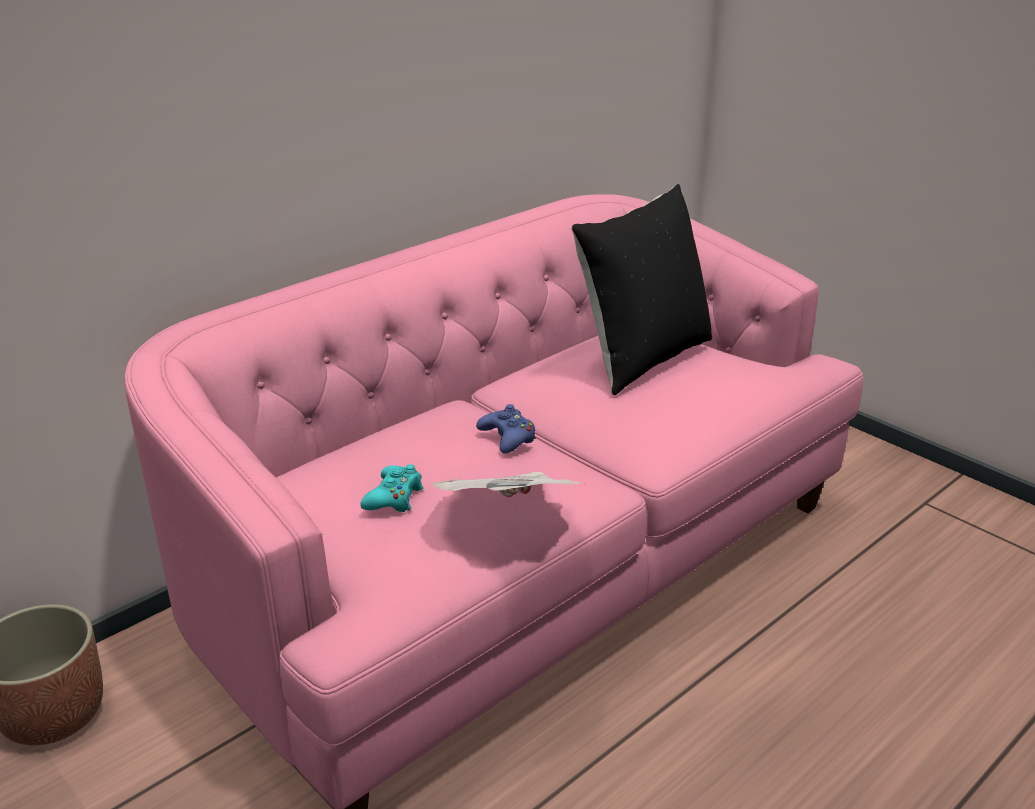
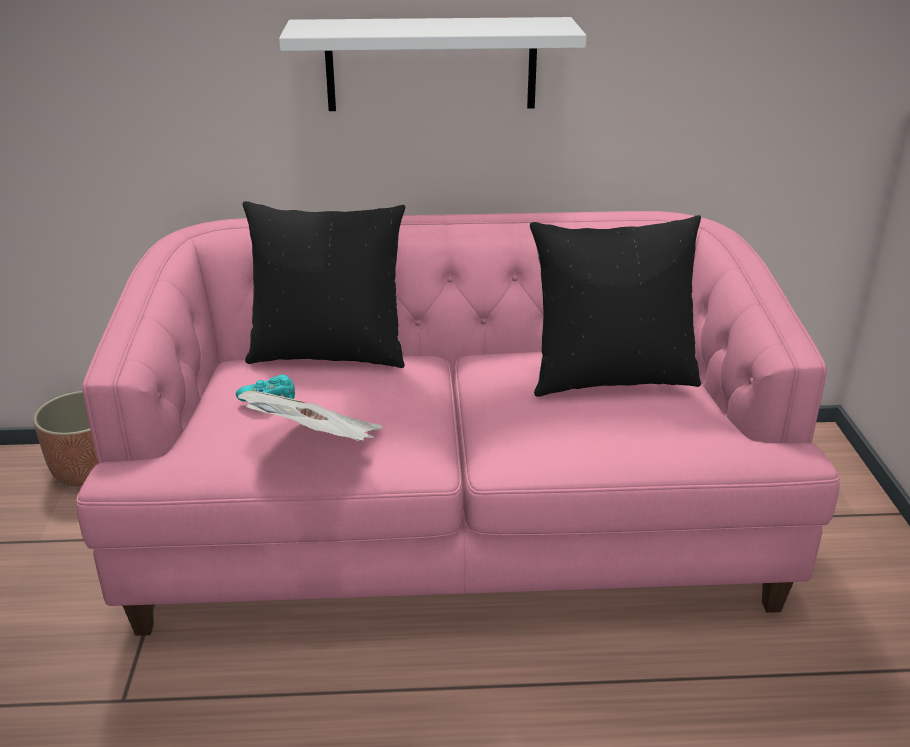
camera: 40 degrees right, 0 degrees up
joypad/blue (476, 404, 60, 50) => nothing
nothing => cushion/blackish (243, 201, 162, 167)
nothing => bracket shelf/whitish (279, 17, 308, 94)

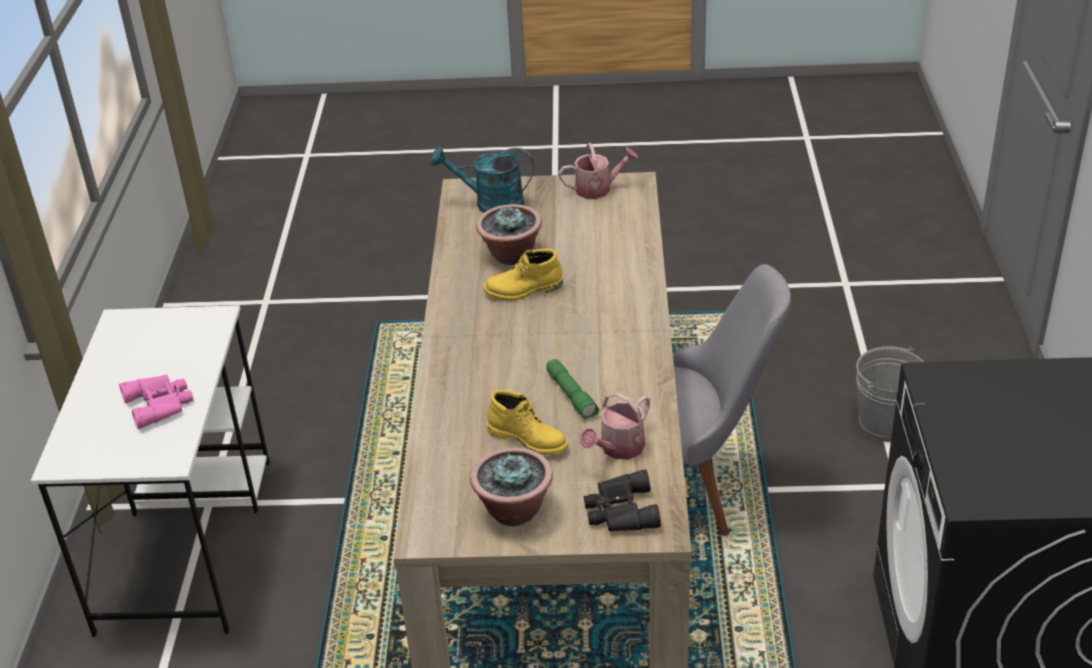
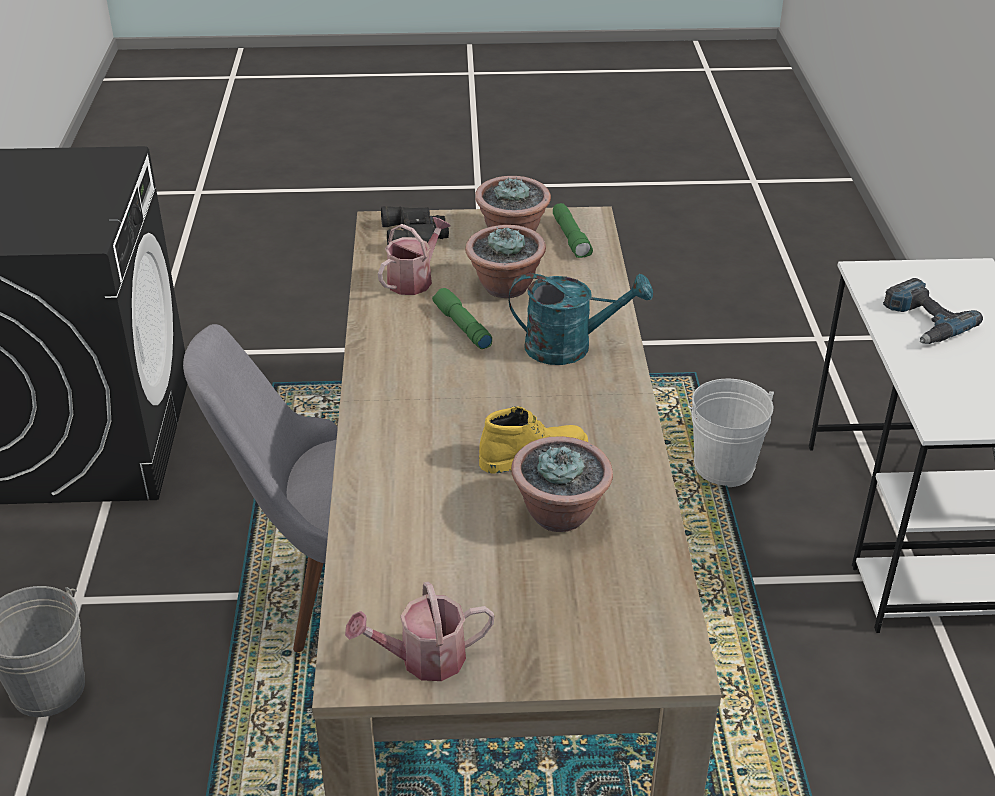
camera: 175 degrees right, 0 degrees up
nothing => torch/green (553, 203, 40, 55)
nothing => bucket/whitish (688, 379, 86, 108)
watering pot/turquoise (430, 147, 104, 66) => watering pot/turquoise (509, 273, 144, 92), shifted
binoculars/pinkish (119, 374, 74, 55) => drill (883, 278, 100, 66)
high-top boot/yellow-coloured (487, 390, 82, 65) => houseplant (465, 225, 81, 73)

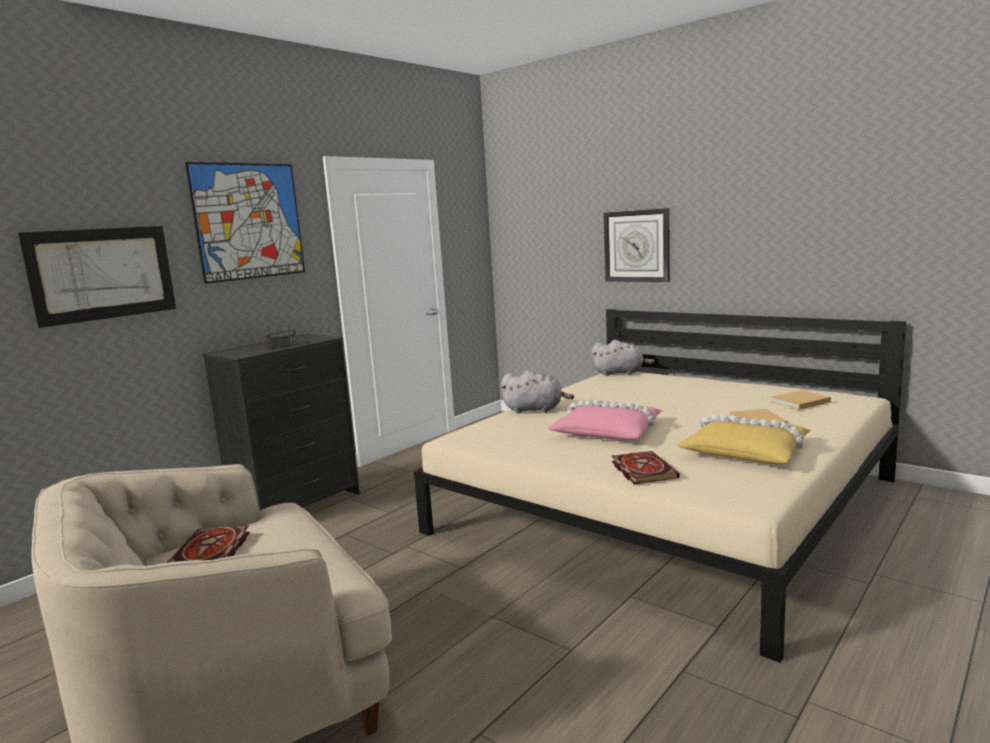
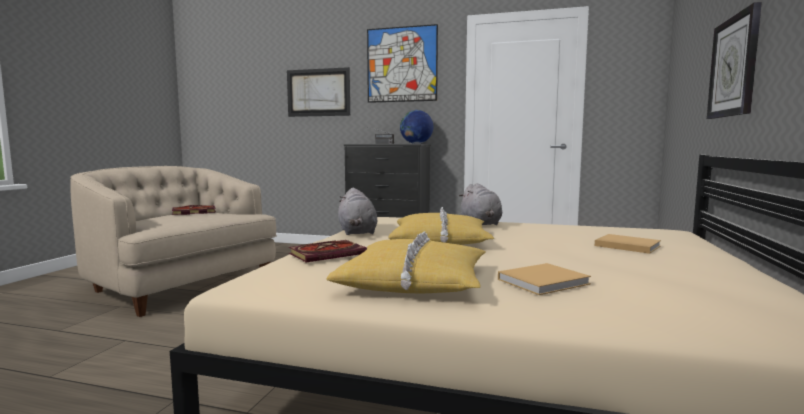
camera: 65 degrees right, 5 degrees down
nothing => world globe (400, 110, 33, 34)
cuddly toy/greyish (591, 340, 64, 36) => cuddly toy/greyish (338, 188, 39, 47), shifted
volume/beige (770, 390, 61, 20) => volume/beige (595, 234, 66, 20), shifted
cushion/pinkish (548, 400, 115, 40) => cushion/yellow-coloured (388, 207, 106, 38)

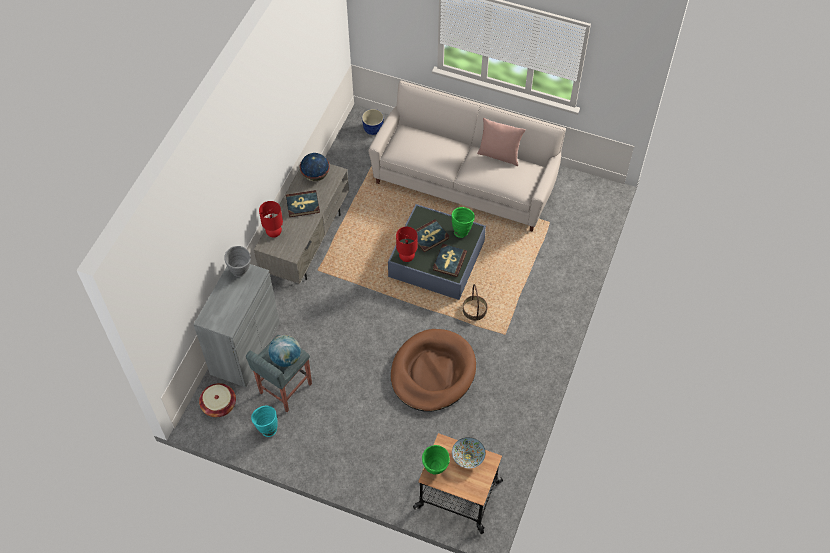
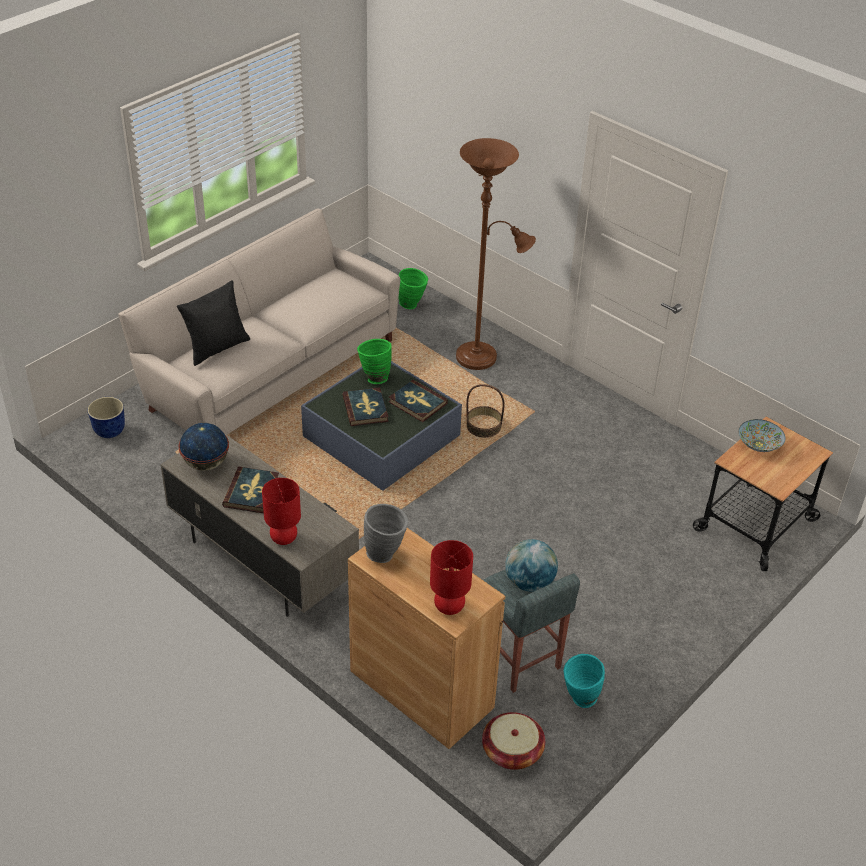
camera: 70 degrees left, 15 degrees down
dog bed/brown (391, 329, 85, 83) => nothing
cushion/pinkish (477, 118, 49, 48) => nothing
nothing => cushion/blackish (177, 280, 73, 86)
nothing => standard lamp/brown (456, 138, 80, 232)
lamp for a table/reddish (396, 227, 21, 35) => lamp for a table/reddish (430, 540, 43, 75), shifted
vase/green (422, 445, 28, 30) => vase/green (399, 268, 29, 41), shifted
cupboard/greyish (193, 264, 87, 123) => cupboard/brown (348, 528, 157, 221)

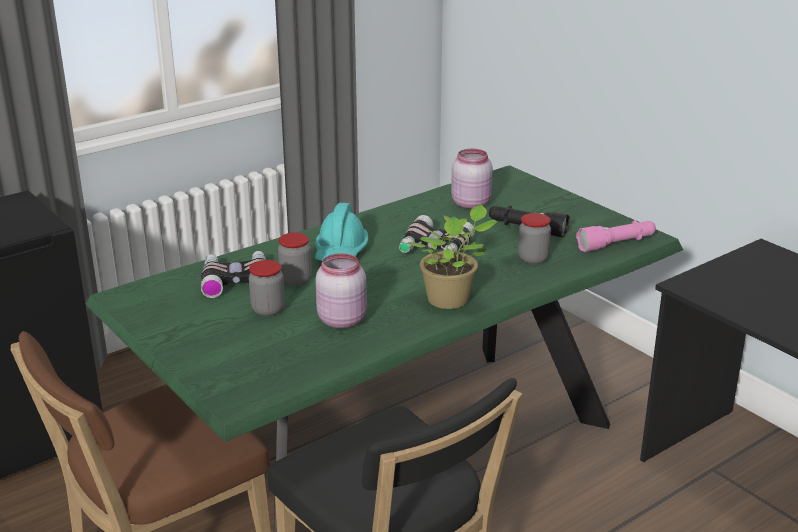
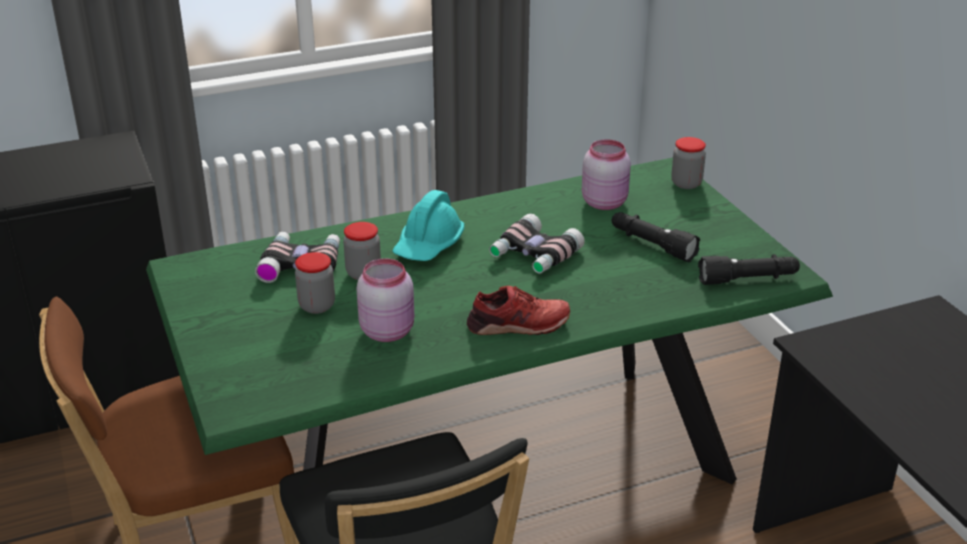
camera: 15 degrees right, 5 degrees up
storage jar (518, 213, 33, 51) => storage jar (671, 137, 35, 52), shifted
houseplant (406, 204, 91, 105) => low shoe/reddish (467, 286, 103, 49)
torch/pinkish (576, 220, 80, 32) => torch/blackish (698, 254, 102, 31)

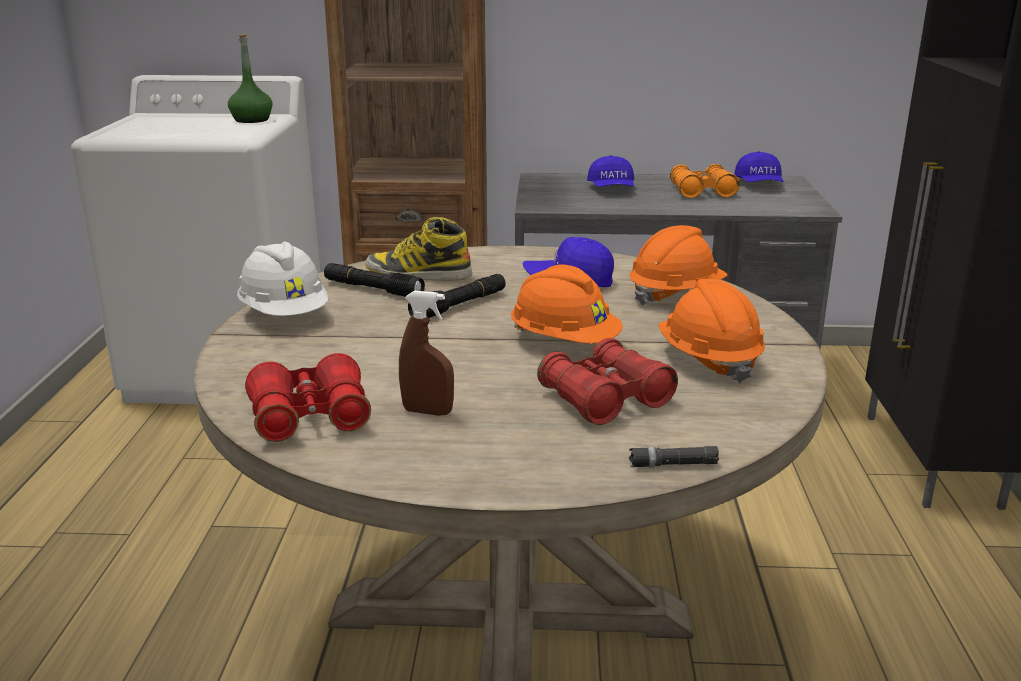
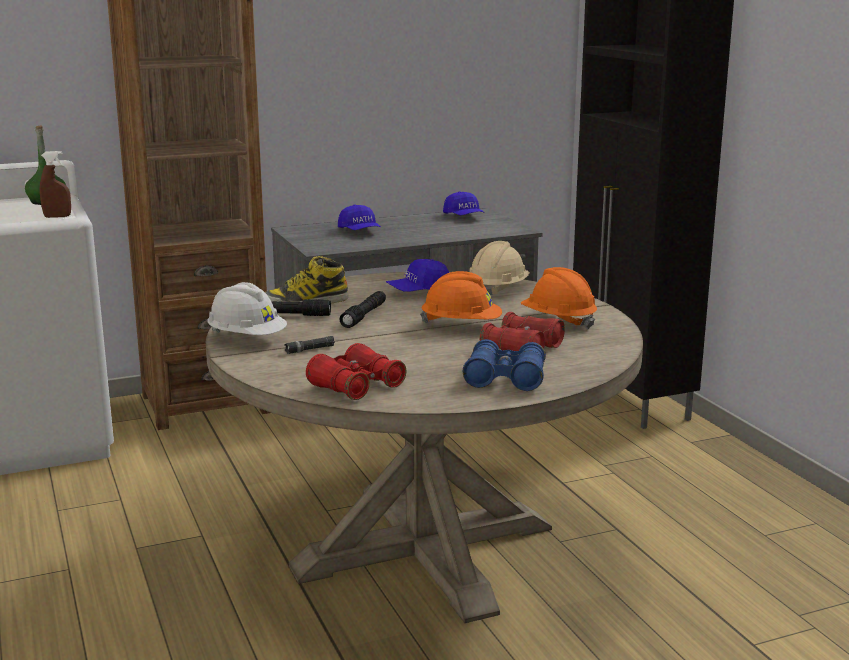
camera: 25 degrees left, 5 degrees down
binoculars/orange (670, 164, 70, 34) => nothing
nothing => binoculars/blue (463, 339, 83, 52)
hand sprayer/brown (399, 291, 55, 125) => hand sprayer/brown (40, 151, 31, 67), shifted
torch/blackish (629, 446, 90, 22) => torch/blackish (285, 336, 50, 18), shifted
work helmet/orange (630, 225, 97, 81) => work helmet/beige (469, 241, 61, 54)

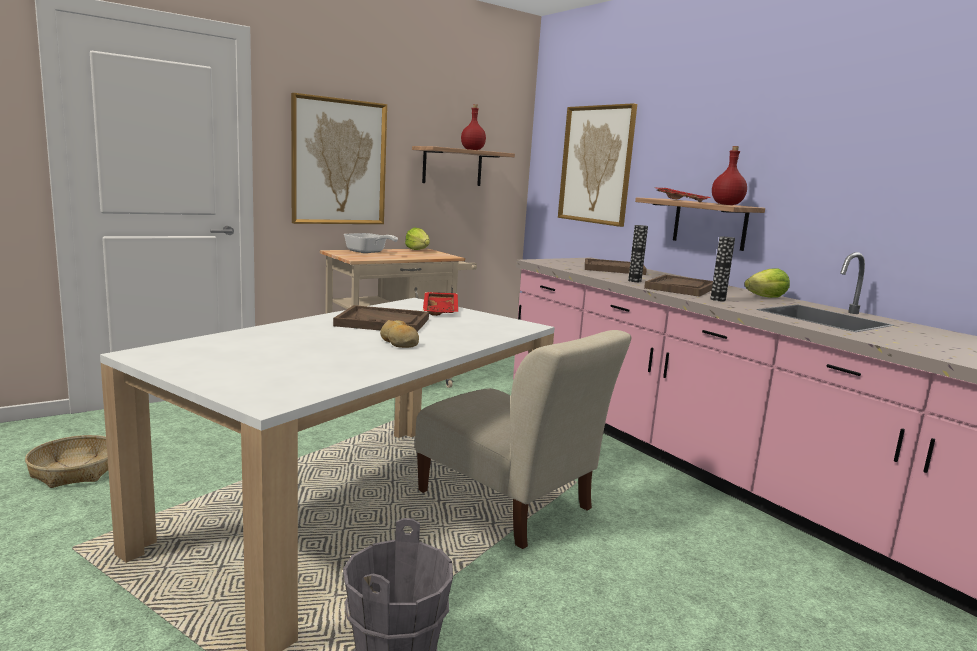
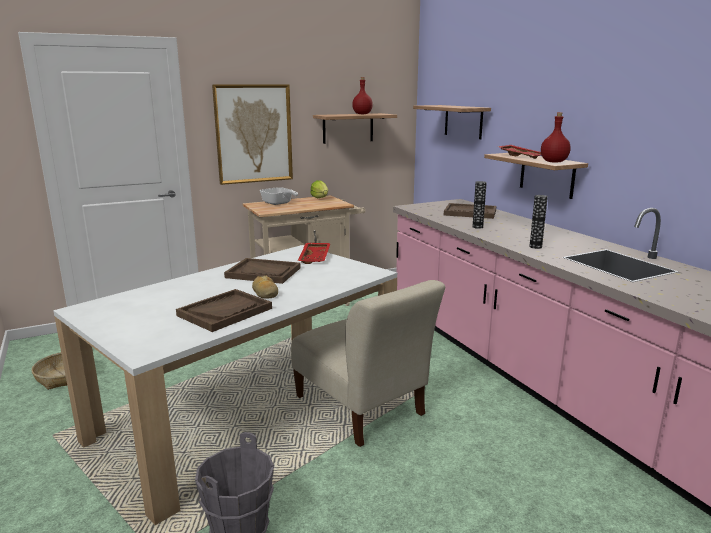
camera: 10 degrees right, 5 degrees up
head of lettuce (744, 268, 46, 30) => nothing
tray/brown (644, 275, 69, 22) => tray/brown (176, 289, 96, 43), shifted
wall picture (558, 103, 79, 124) => bracket shelf (413, 105, 78, 34)

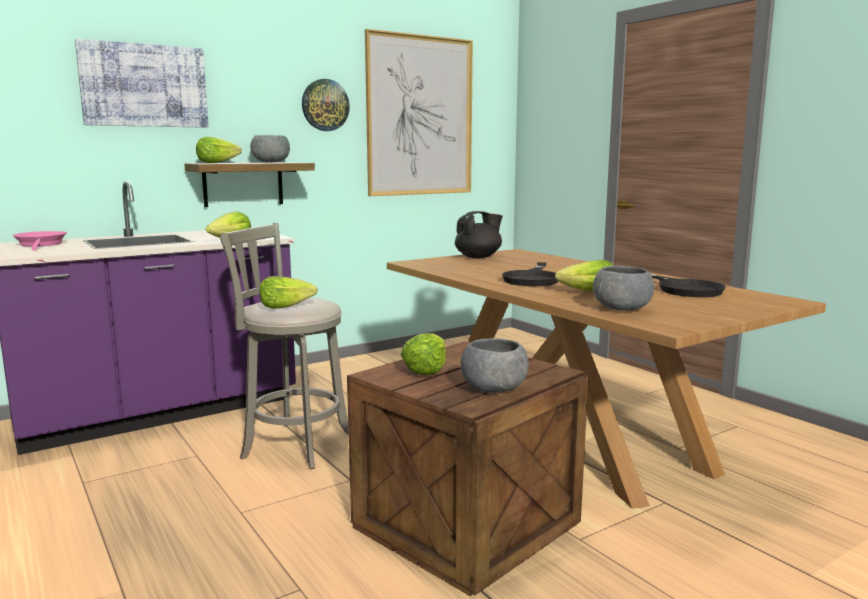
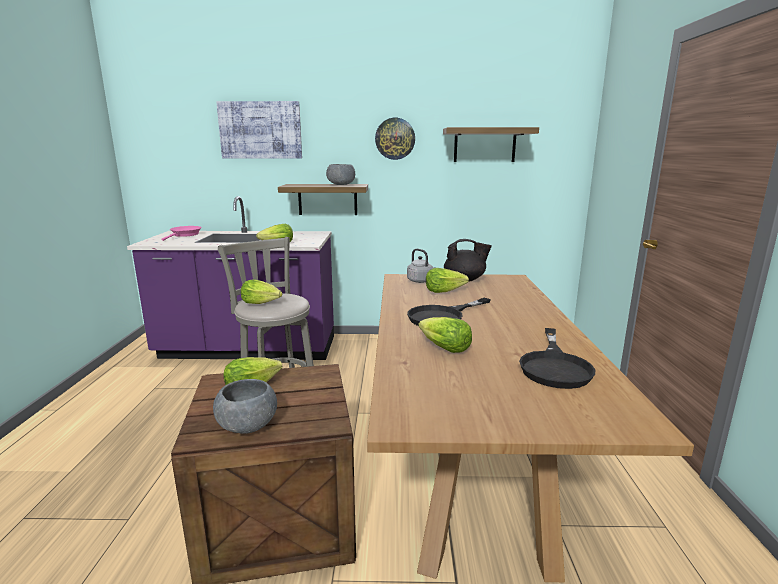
camera: 35 degrees right, 5 degrees up
serving bowl/greyish (593, 266, 61, 44) => nothing
nothing => tea kettle/greyish (407, 249, 29, 34)
head of lettuce (196, 137, 46, 26) => head of lettuce (426, 268, 43, 25), shifted
wall picture (365, 29, 108, 167) => bracket shelf (443, 127, 96, 35)

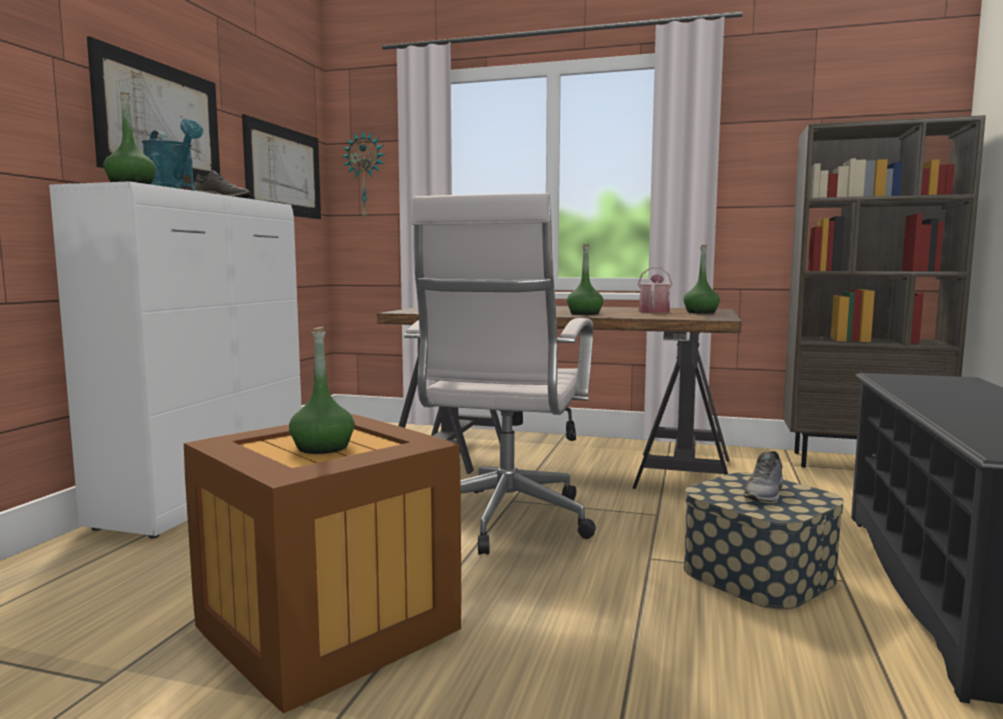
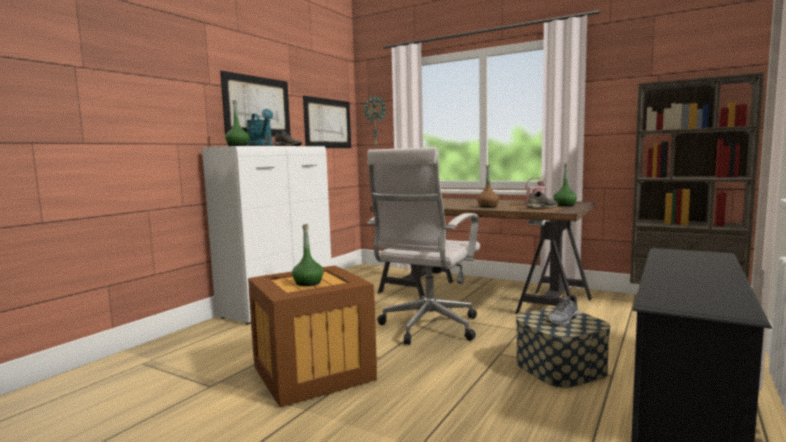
camera: 15 degrees right, 0 degrees up
nothing => low shoe/greyish (527, 191, 31, 18)
beverage bottle/green (567, 244, 36, 71) => beverage bottle/brown (477, 165, 22, 43)

